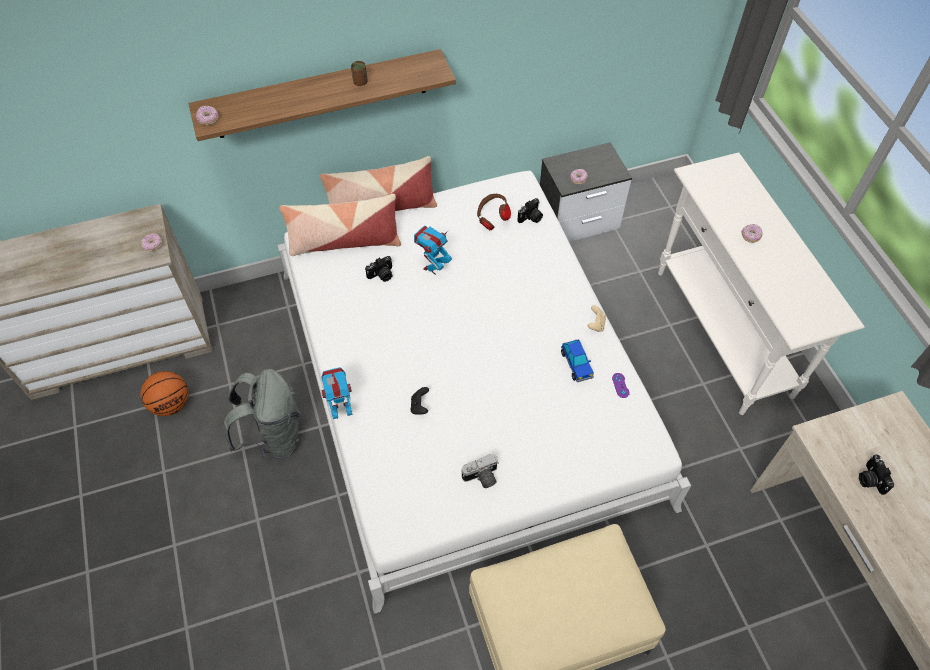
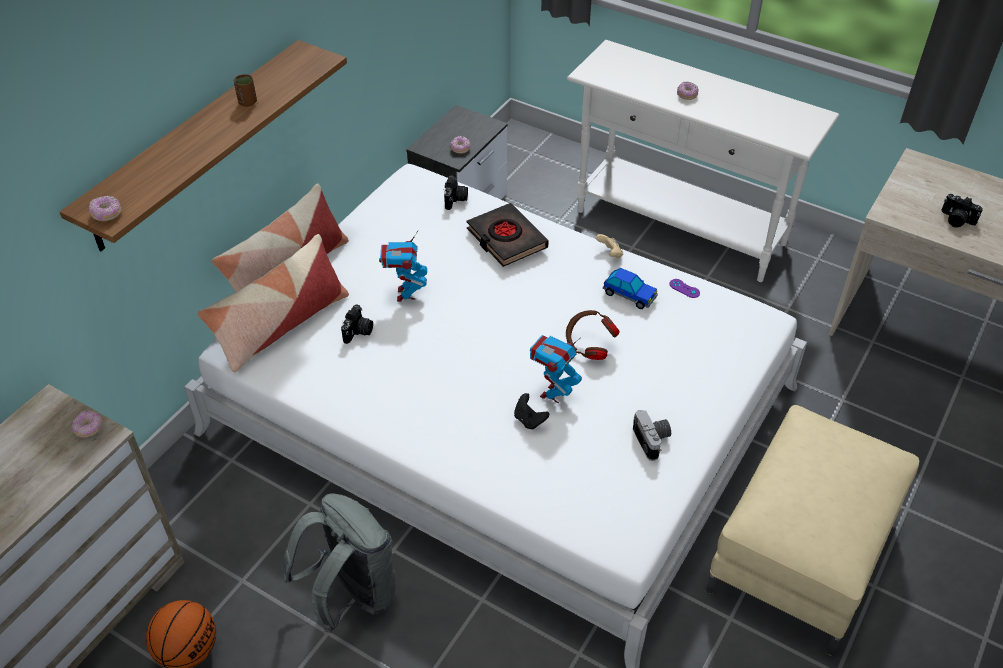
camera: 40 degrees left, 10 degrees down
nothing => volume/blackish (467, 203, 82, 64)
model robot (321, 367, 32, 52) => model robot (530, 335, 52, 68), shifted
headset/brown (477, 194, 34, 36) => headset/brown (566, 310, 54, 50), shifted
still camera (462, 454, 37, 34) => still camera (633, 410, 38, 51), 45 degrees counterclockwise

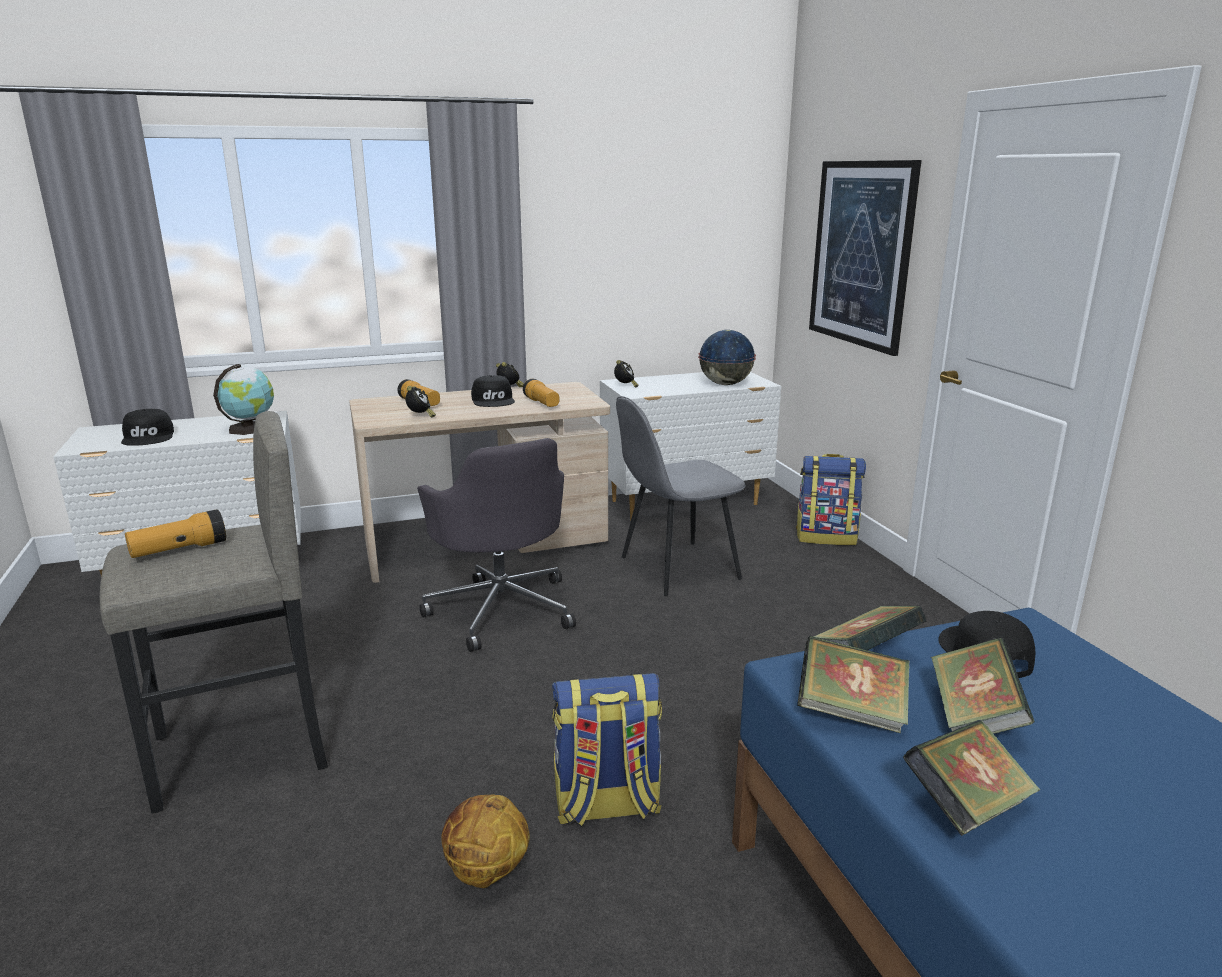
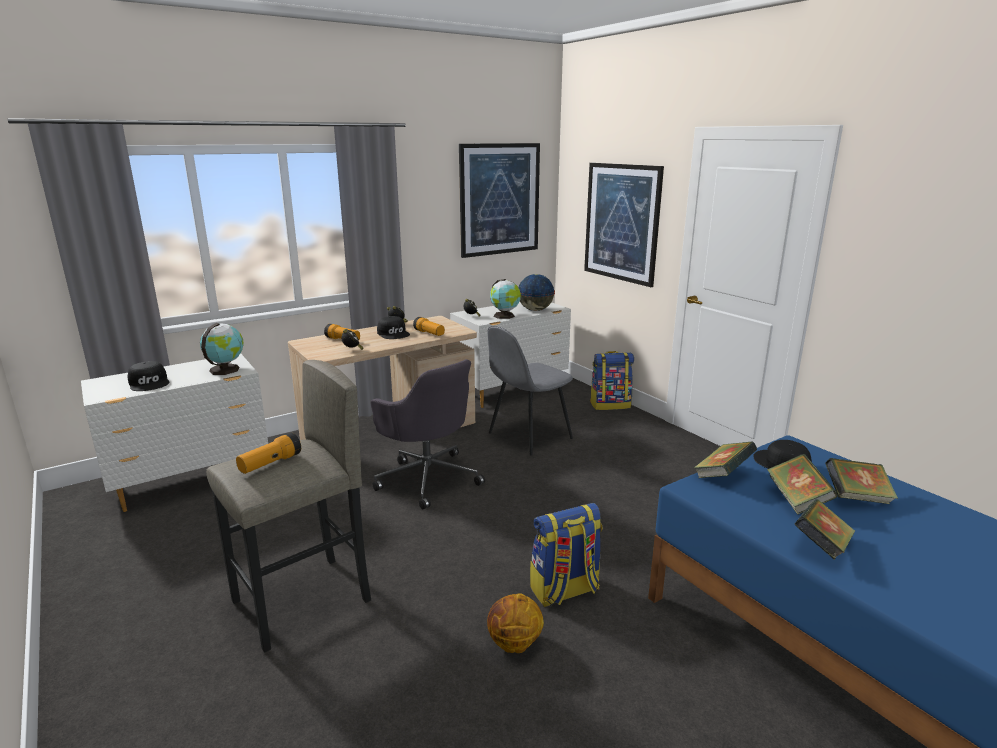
camera: 15 degrees left, 0 degrees up
nothing => wall picture (459, 143, 81, 115)
nothing => world globe (490, 279, 31, 40)
volume (797, 636, 113, 97) => volume (825, 458, 73, 46), shifted

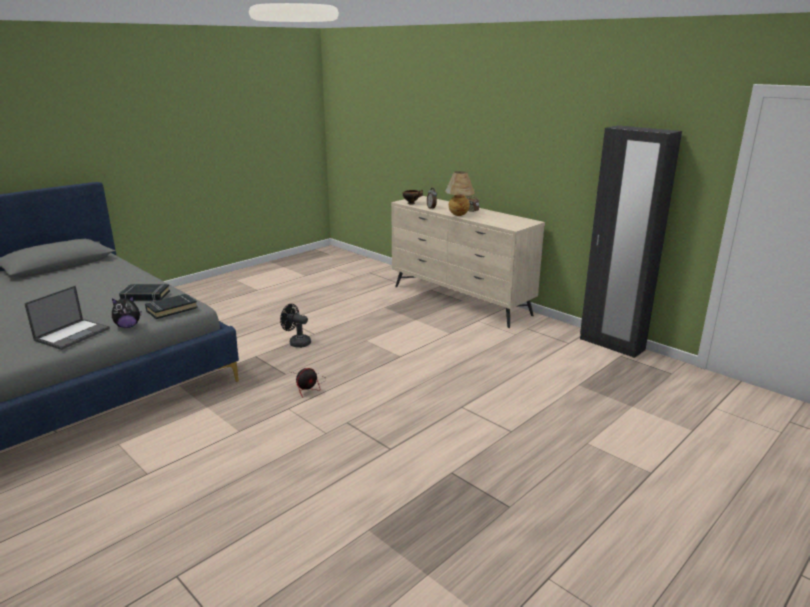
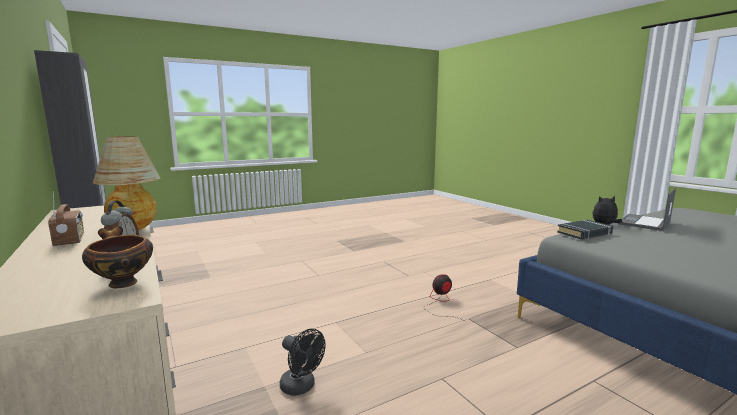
camera: 165 degrees left, 10 degrees down
volume/blackish (119, 284, 51, 17) => nothing
cooling fan/blackish (280, 304, 31, 44) => cooling fan/blackish (280, 329, 46, 67), shifted

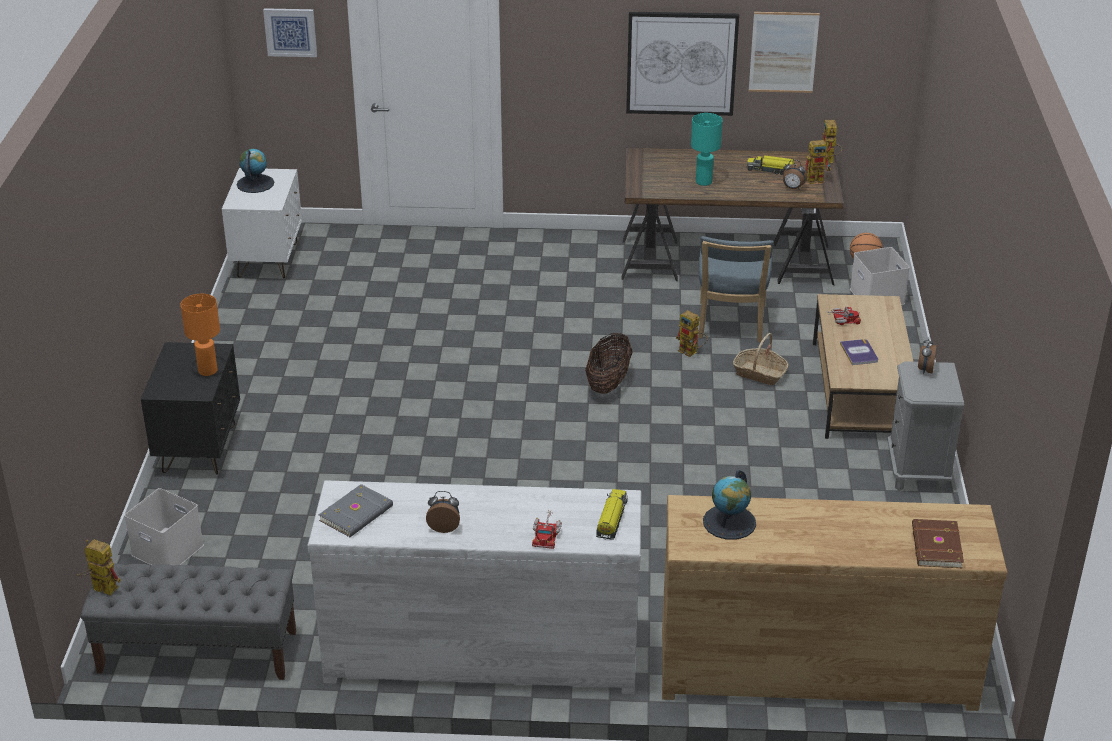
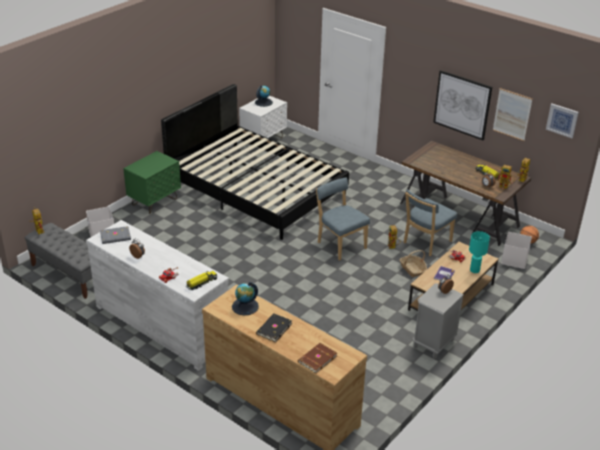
camera: 35 degrees right, 0 degrees up
lamp for a table/orange (180, 294, 40, 82) => nothing
nothing => bed/blackish (161, 84, 188, 156)
nothing => volume/blackish (256, 313, 36, 29)
wall picture (263, 8, 54, 49) => wall picture (546, 104, 33, 34), shifted
lamp for a table/turquoise (691, 113, 32, 73) => lamp for a table/turquoise (469, 231, 21, 42), shifted
household basket (585, 333, 47, 61) => plain chair/blue (316, 177, 54, 84)
bedside table/blackish (141, 342, 99, 133) => bedside table/green (123, 151, 58, 63)

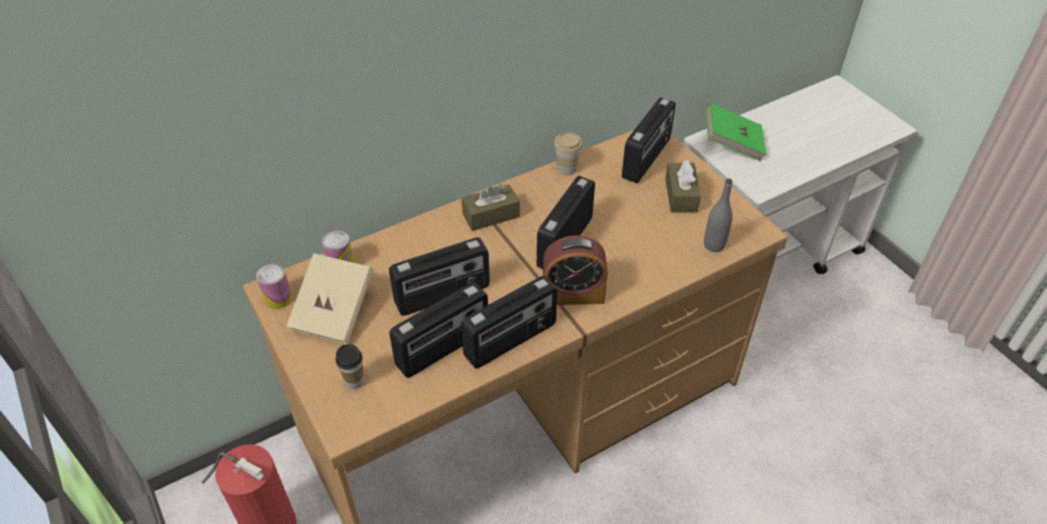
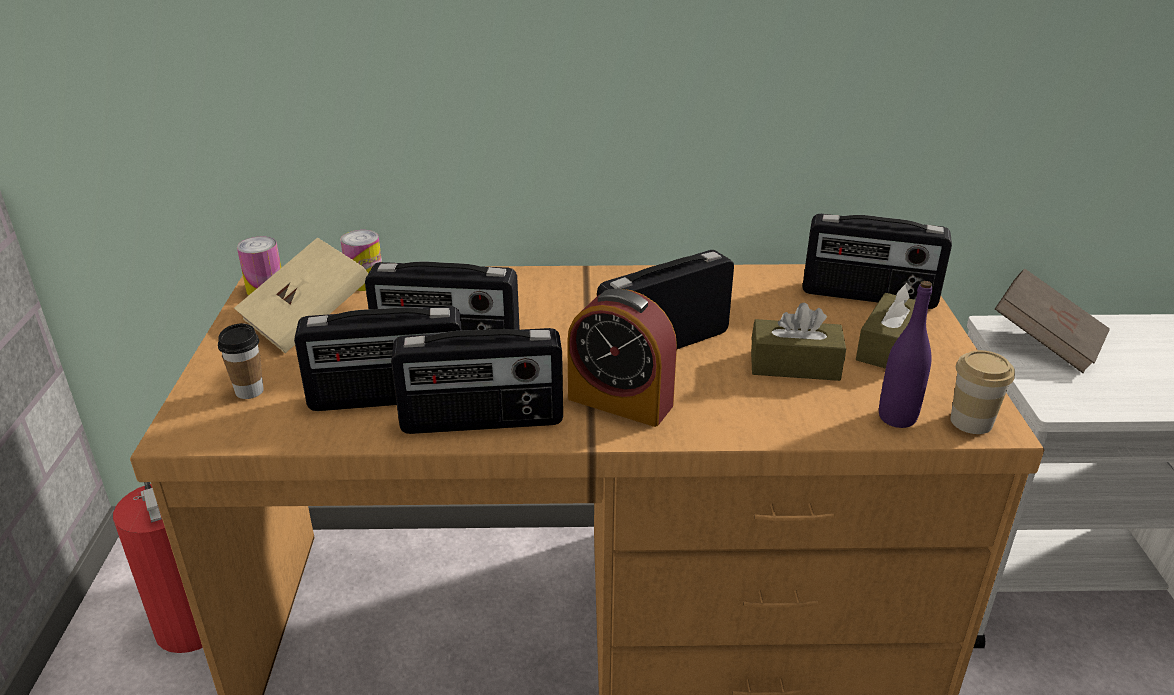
camera: 30 degrees right, 15 degrees down
tissue holder/brown (462, 184, 58, 47) => tissue holder/brown (751, 303, 95, 78), shifted
small cup (554, 132, 29, 43) => small cup (950, 350, 65, 84), shifted
beverage bottle/greyish (704, 179, 29, 73) => beverage bottle/purple-coloured (879, 281, 53, 147)
volume/green (705, 103, 62, 58) => volume/brown (995, 268, 115, 105)
radio receiver (622, 97, 54, 86) => radio receiver (803, 214, 149, 95), 45 degrees clockwise

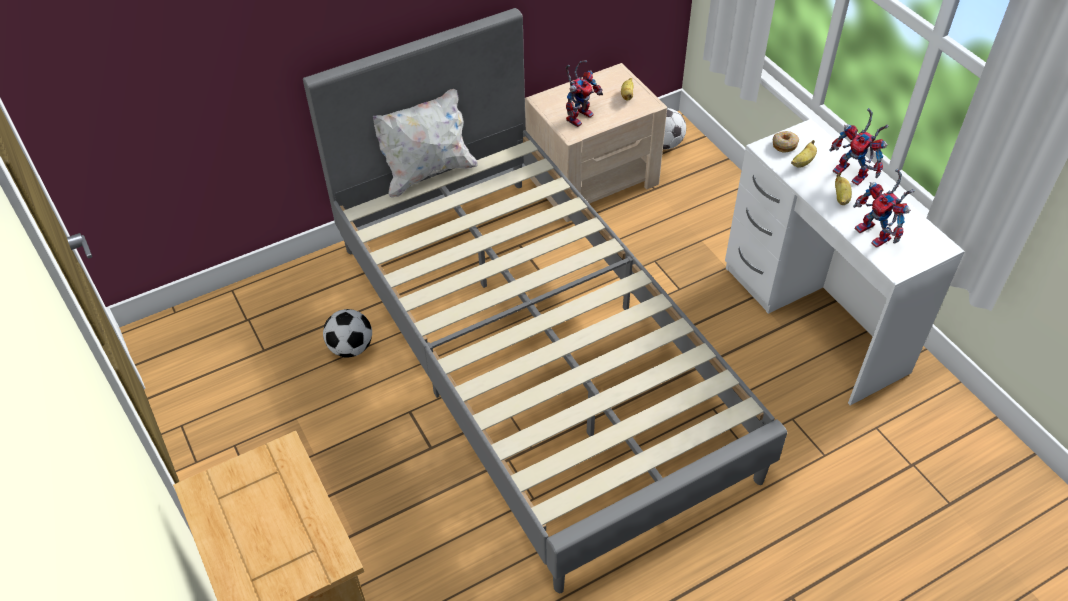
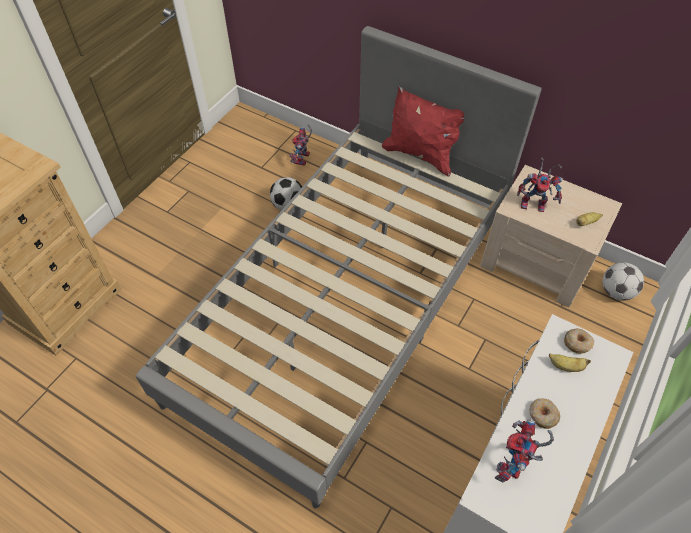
camera: 60 degrees right, 5 degrees up
model robot (829, 108, 59, 77) => model robot (290, 125, 22, 41), shifted
banana fruit (835, 173, 17, 32) => donut (530, 398, 30, 31)
cushion/whitish (373, 89, 105, 109) => cushion/reddish (382, 86, 82, 91)

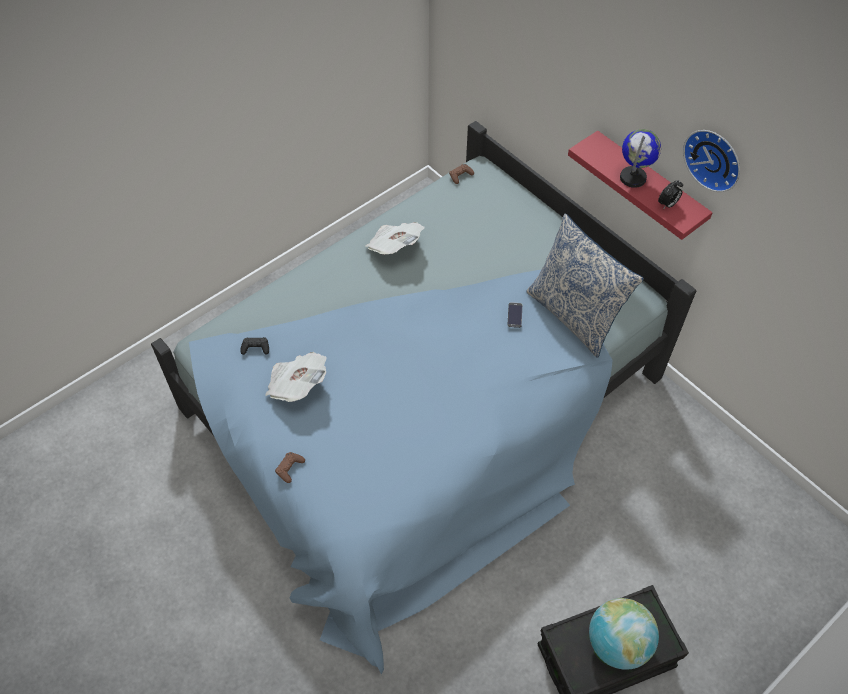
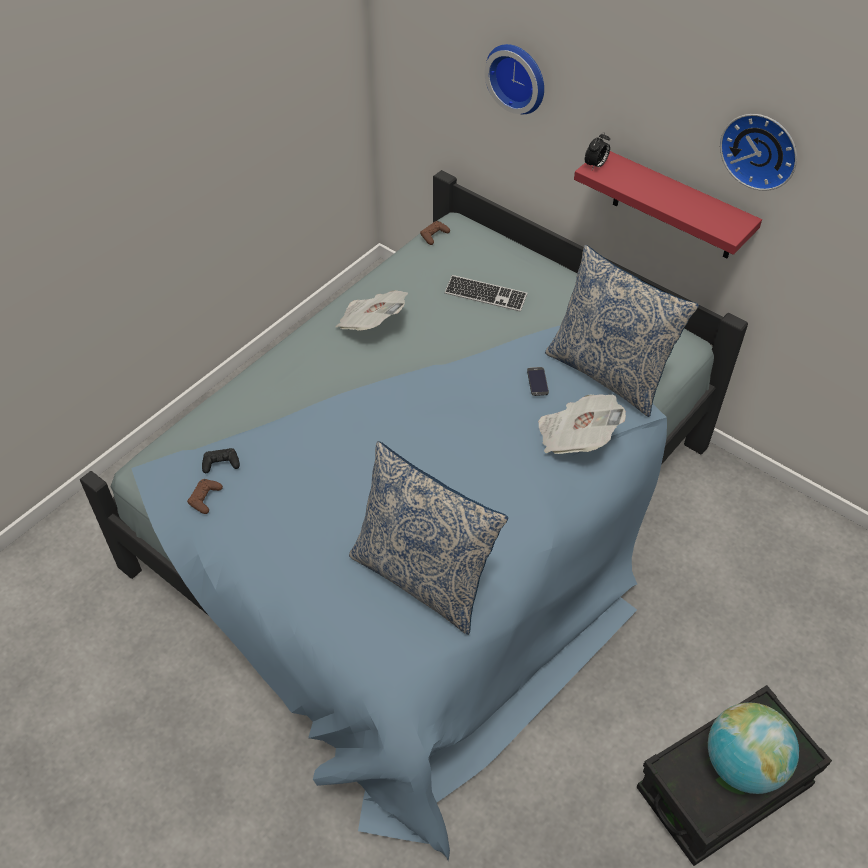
camera: 10 degrees left, 5 degrees down
world globe (620, 129, 41, 59) => nothing
nothing => cushion (349, 441, 159, 194)
nothing => PC keyboard (445, 275, 82, 37)
nothing => wall clock (485, 44, 59, 70)
printed paper (266, 352, 61, 50) => printed paper (538, 394, 88, 60), shifted
joypad/brown (275, 452, 30, 31) => joypad/brown (187, 479, 36, 35), shifted
bedside clock (658, 180, 25, 28) => bedside clock (585, 132, 25, 38), shifted

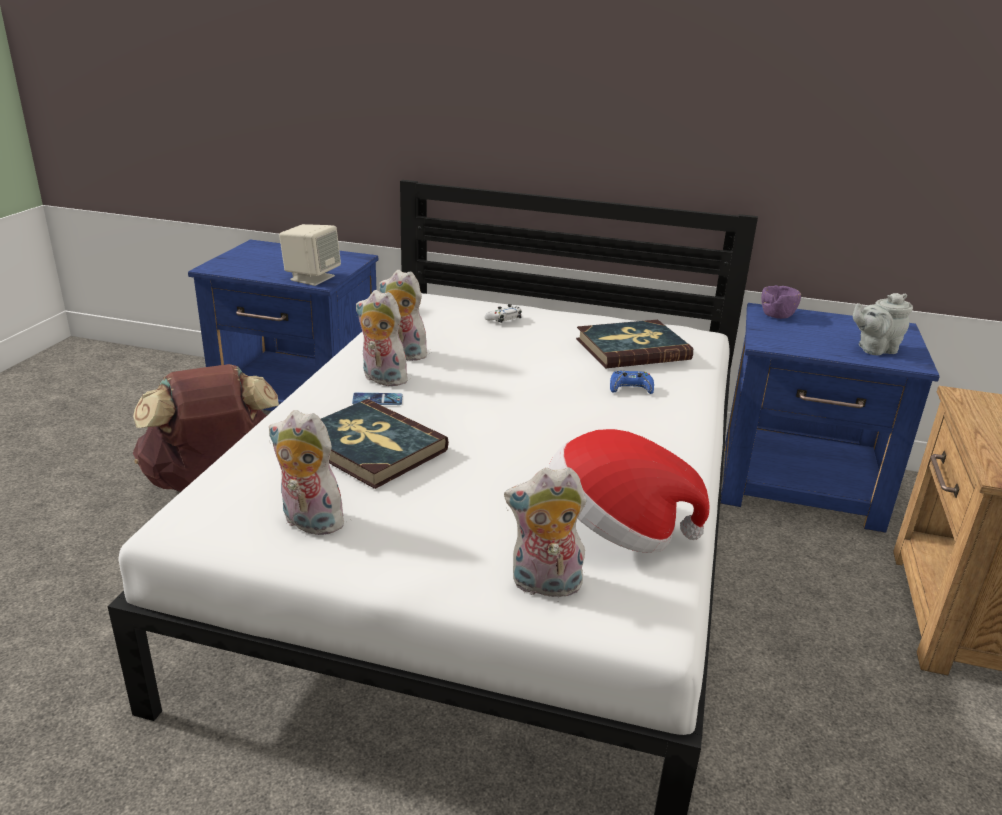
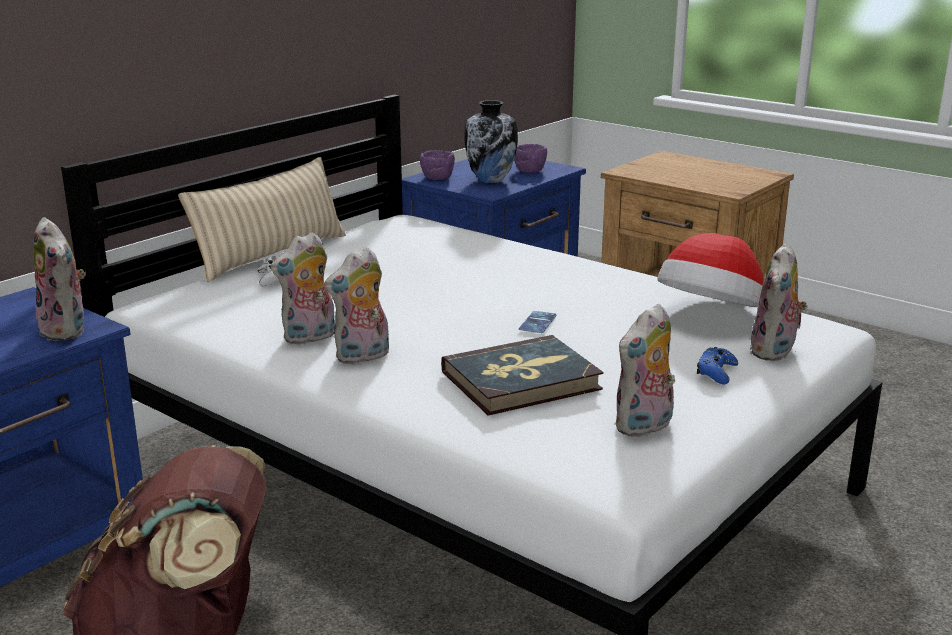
camera: 65 degrees left, 5 degrees down
volume (576, 320, 117, 49) => nothing
nothing => cushion/beige (178, 157, 168, 125)
nothing => vase (464, 100, 54, 83)
telephone (352, 393, 50, 12) => telephone (519, 311, 38, 22), shifted
joypad/blue (610, 371, 44, 23) => joypad/blue (697, 347, 41, 37), shifted
audio speaker/beige (279, 224, 62, 62) => cuddly toy (33, 217, 53, 124)
pot for tea/greyish (853, 293, 60, 62) => serving bowl/purple-coloured (514, 144, 33, 29)

